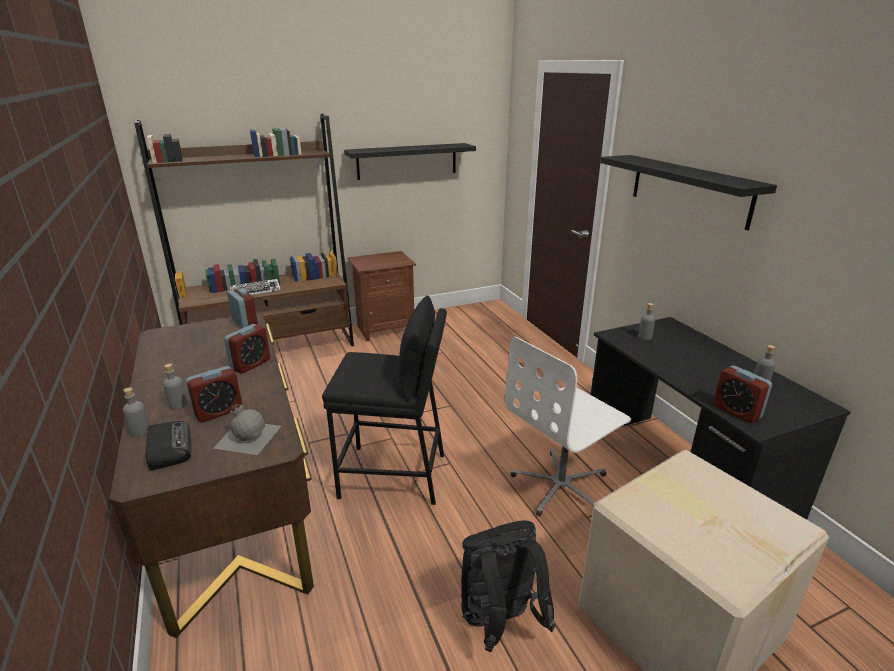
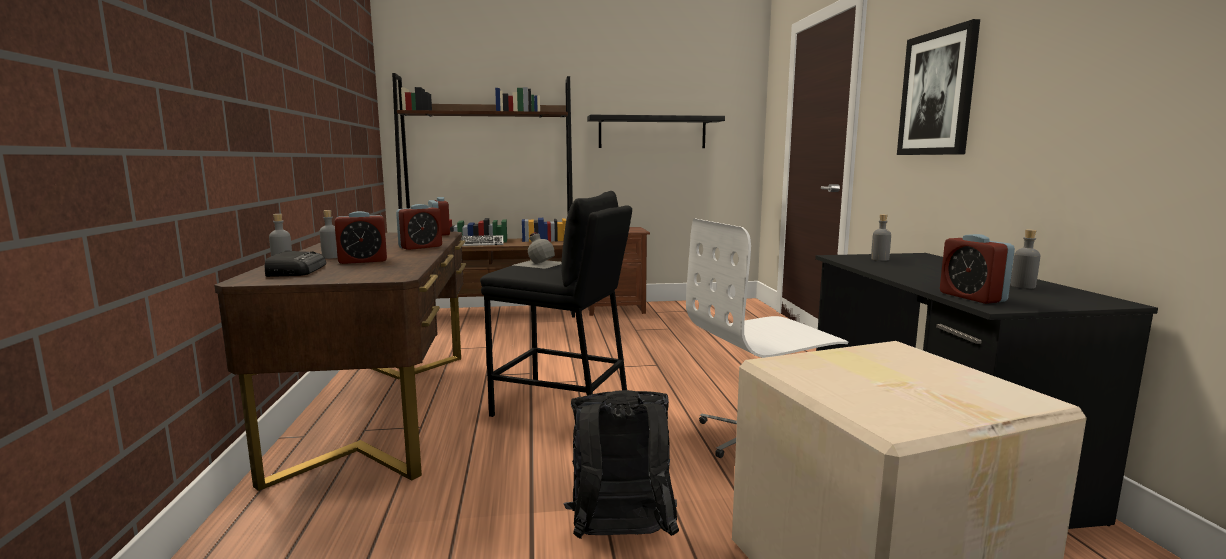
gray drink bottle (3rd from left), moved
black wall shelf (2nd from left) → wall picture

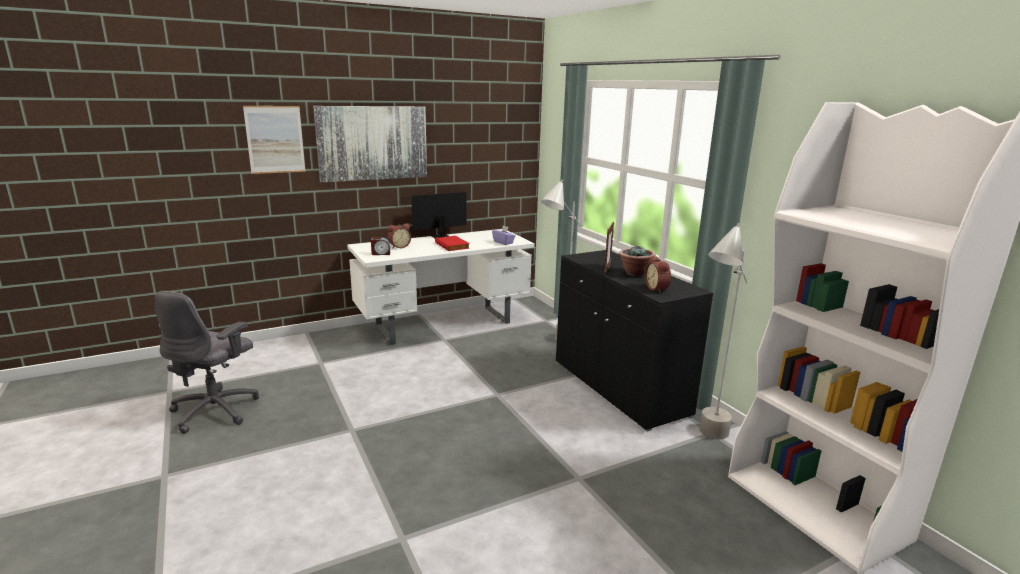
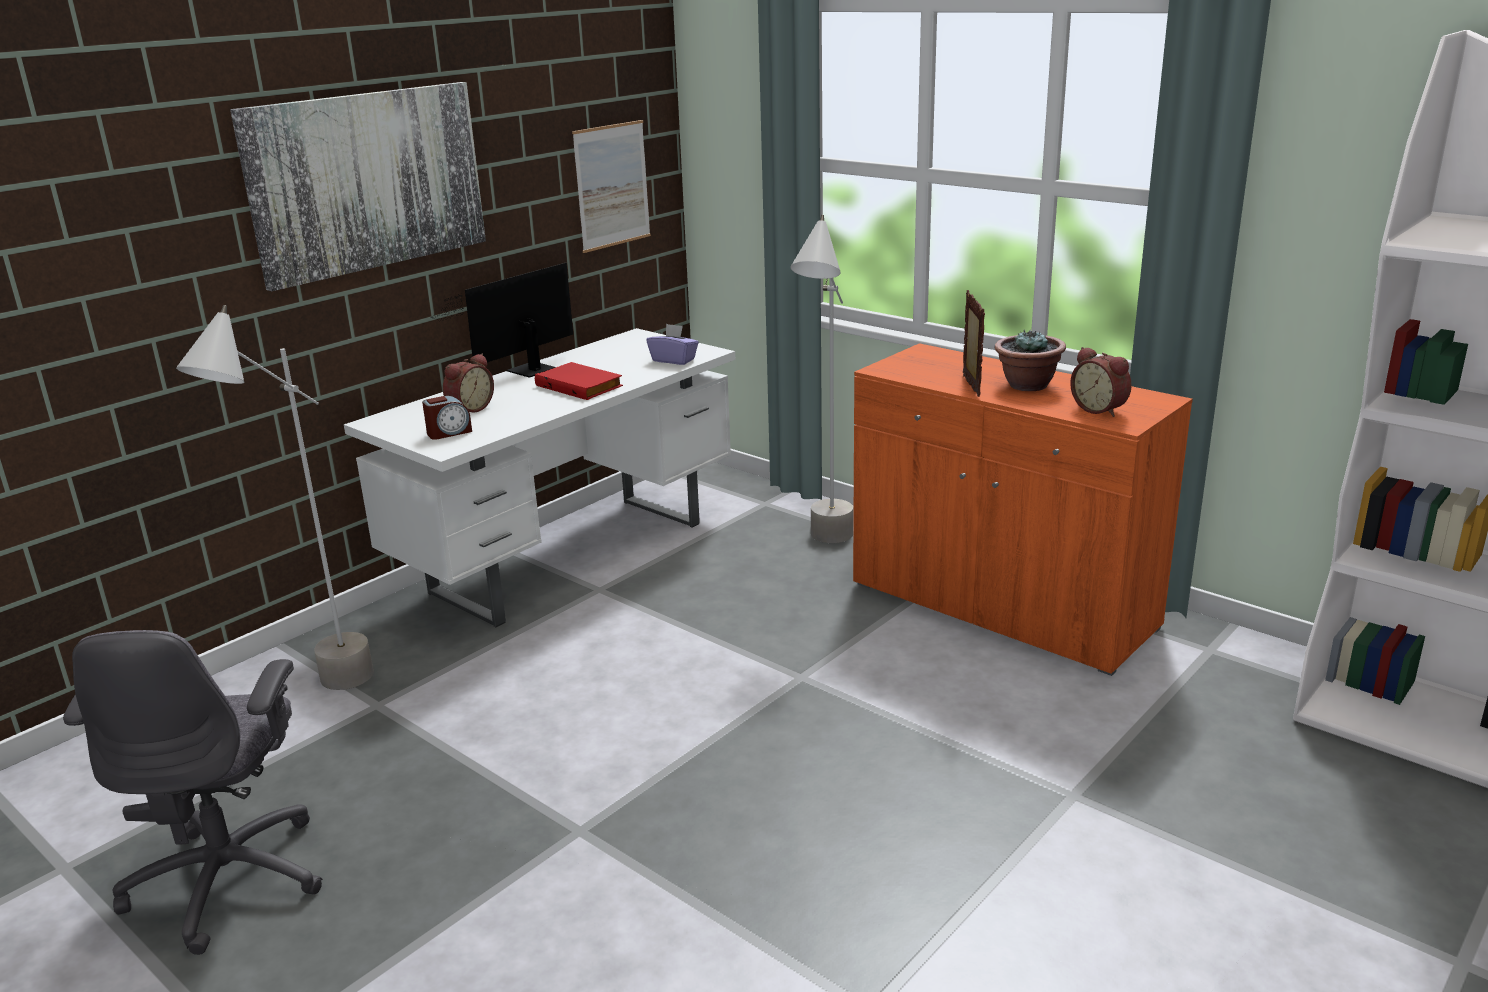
gray standard lamp (2nd from left in the first image) → gray standard lamp (1st from left), moved
wall picture (1st from left in the first image) → wall picture (2nd from left), moved
black cabinet → orangey cabinet

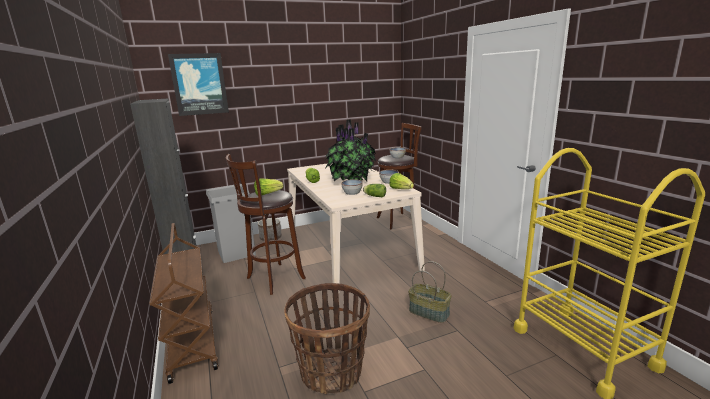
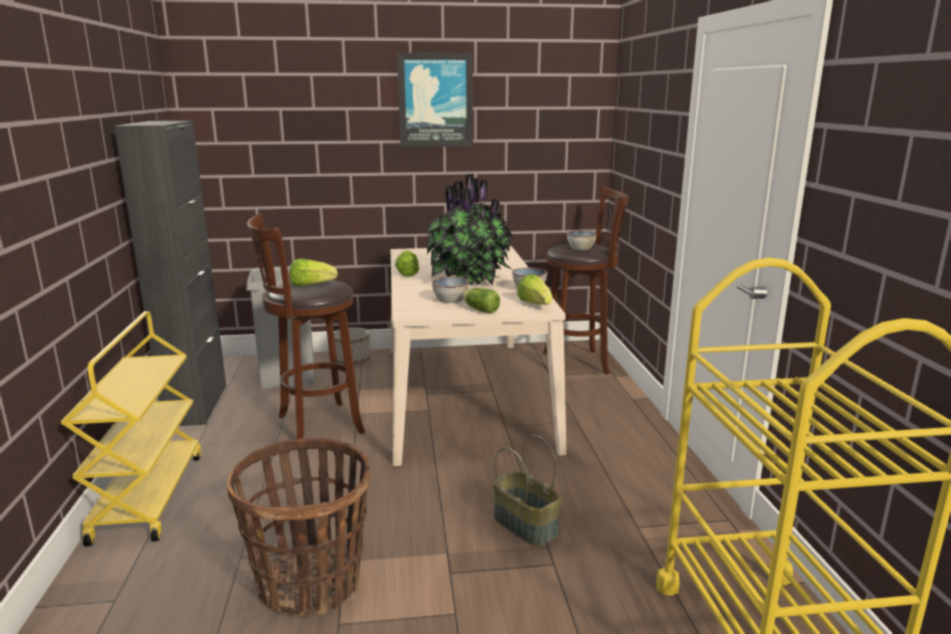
brown cart → yellow-coloured cart (1st from left)
wall picture, moved

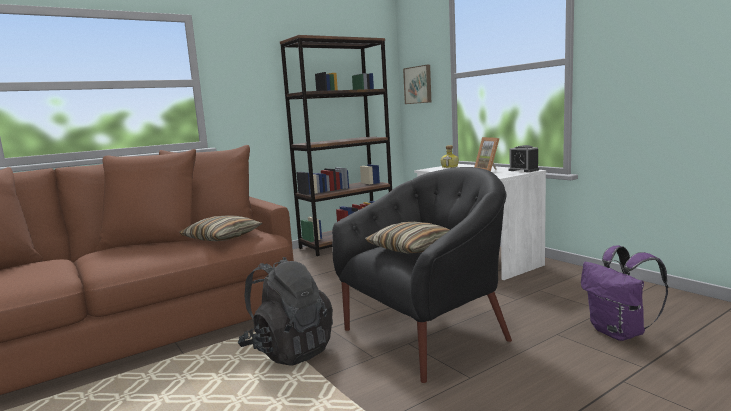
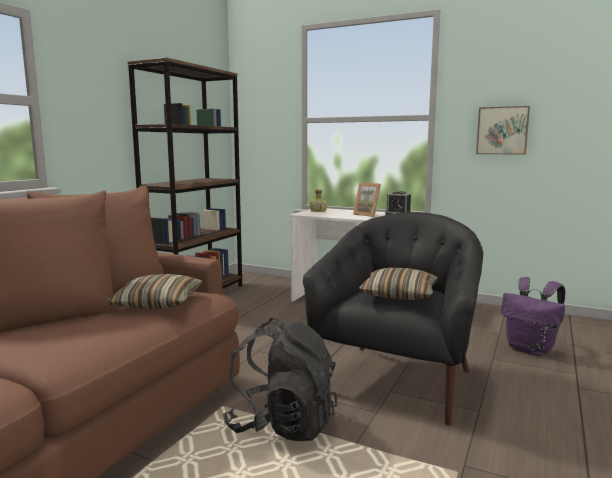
wall picture, moved

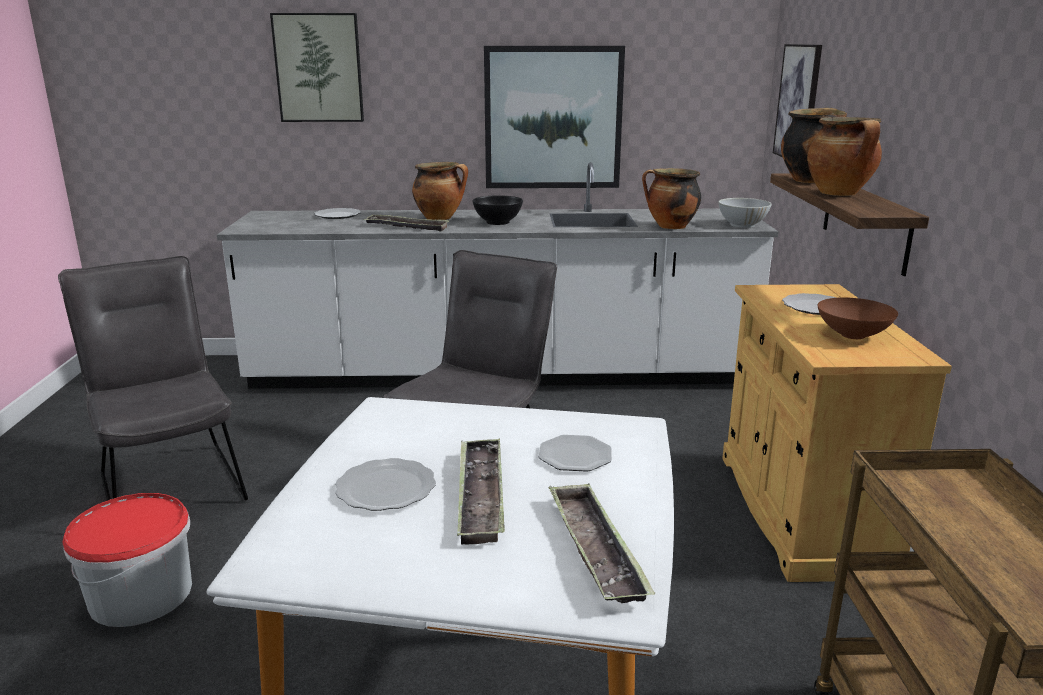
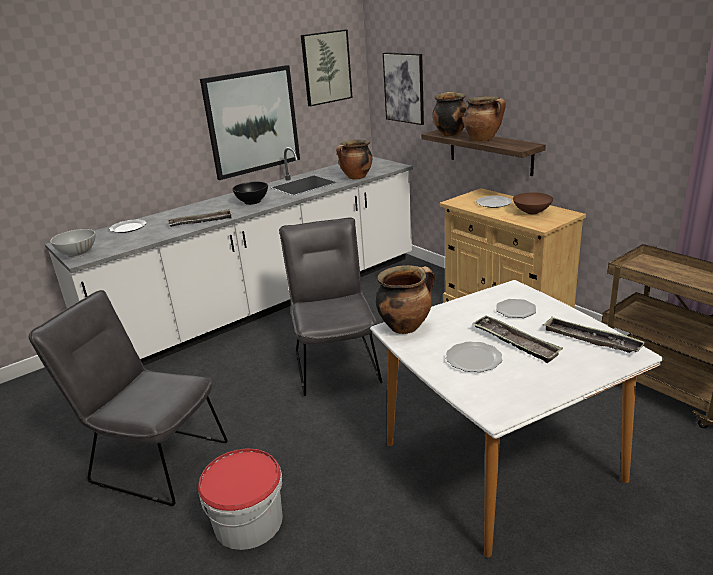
white-coloured serving bowl, moved
wall picture (1st from left in the first image) → wall picture (2nd from left), moved
stockpot (1st from left in the first image) → stockpot (2nd from left), moved

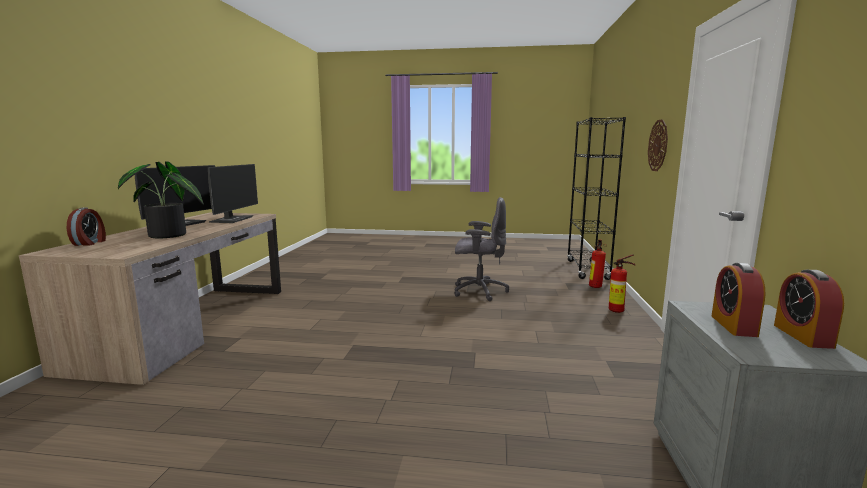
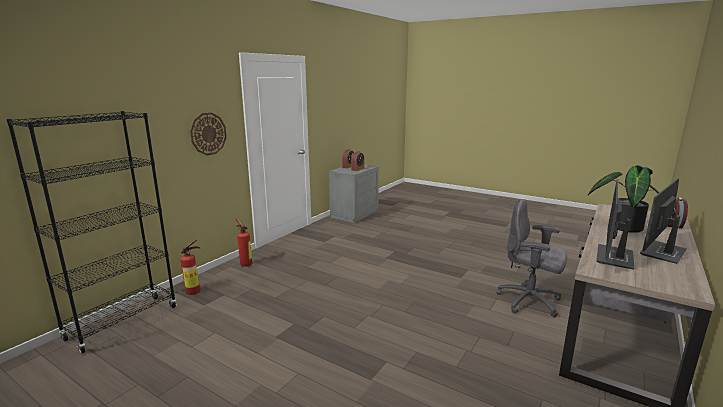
gray office chair, moved

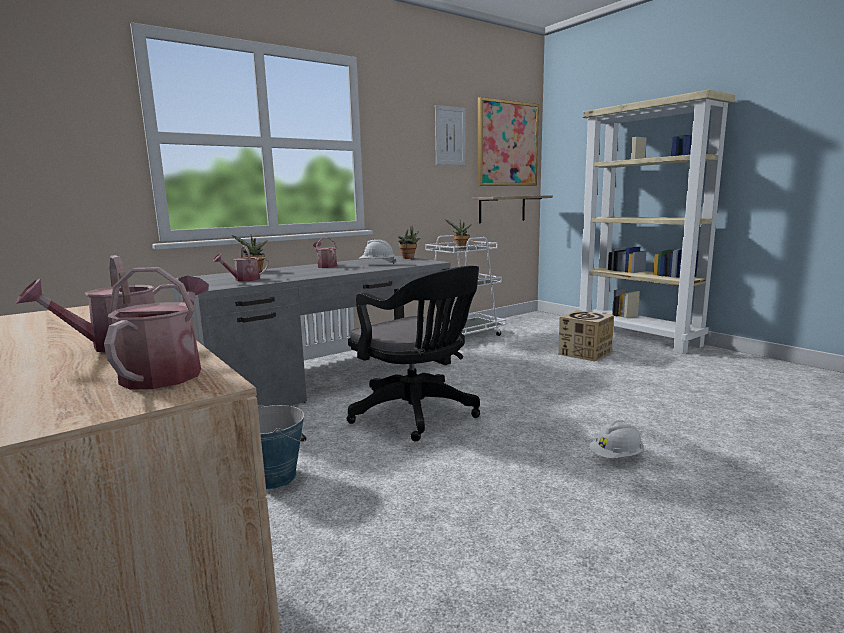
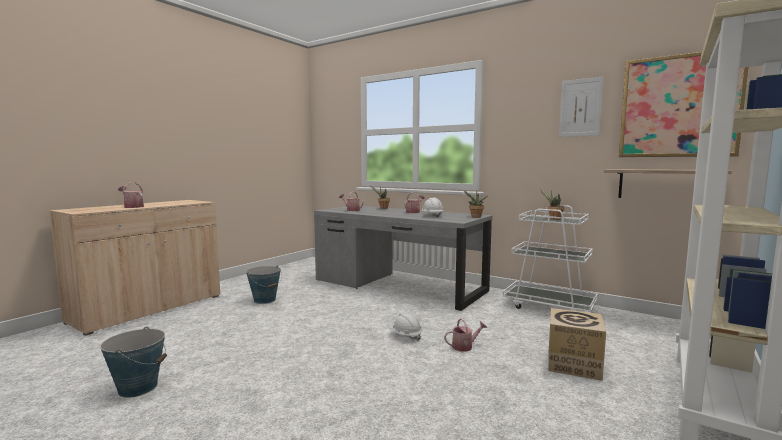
- → water bucket (1st from left)
white-coloured work helmet (2nd from left in the first image) → white-coloured work helmet (1st from left), moved
sprinkling can (2nd from left in the first image) → sprinkling can (4th from left), moved
black office chair → -

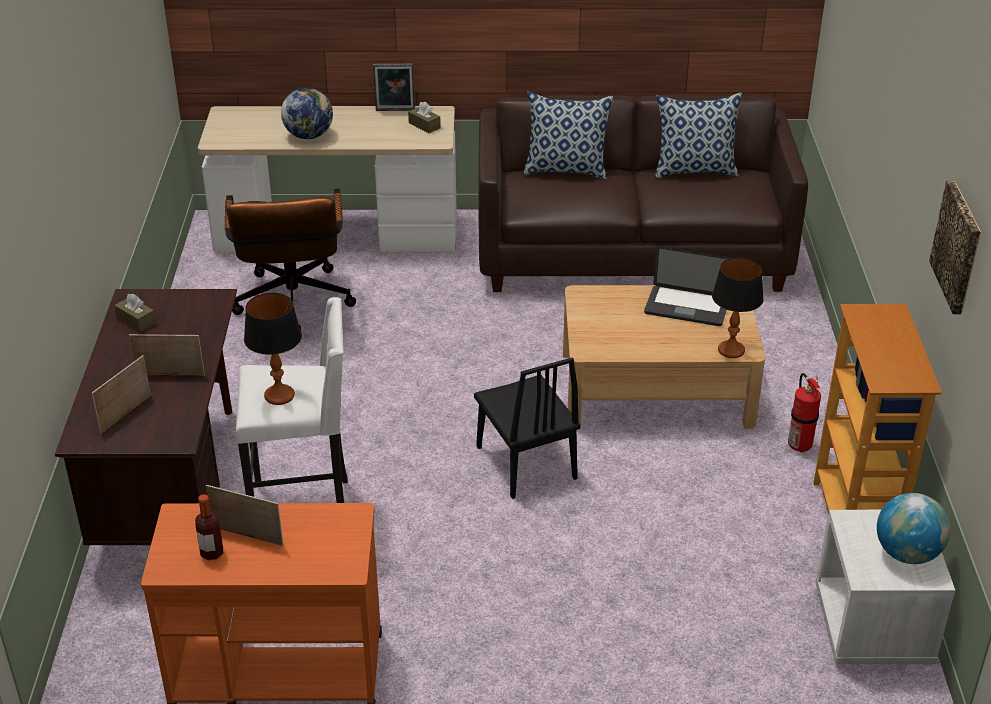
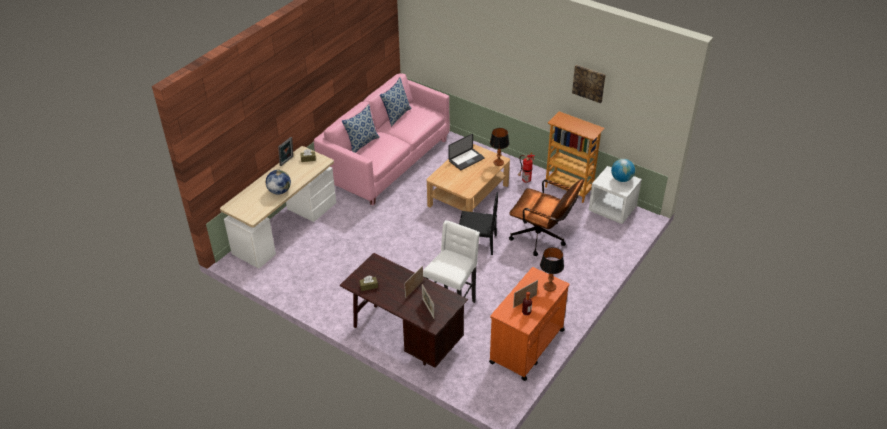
brown settee → pink-coloured settee
brown office chair, moved
table lamp (1st from left in the first image) → table lamp (2nd from left), moved

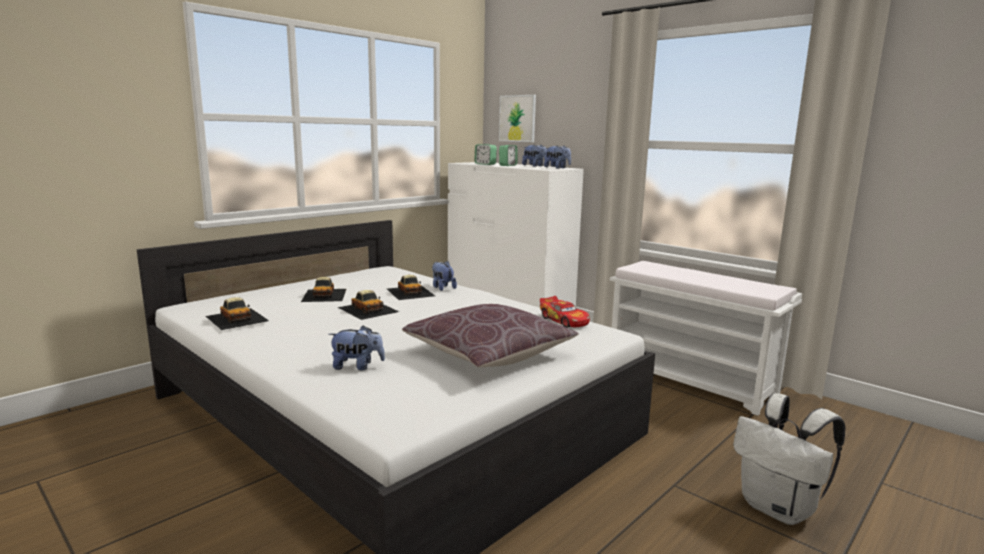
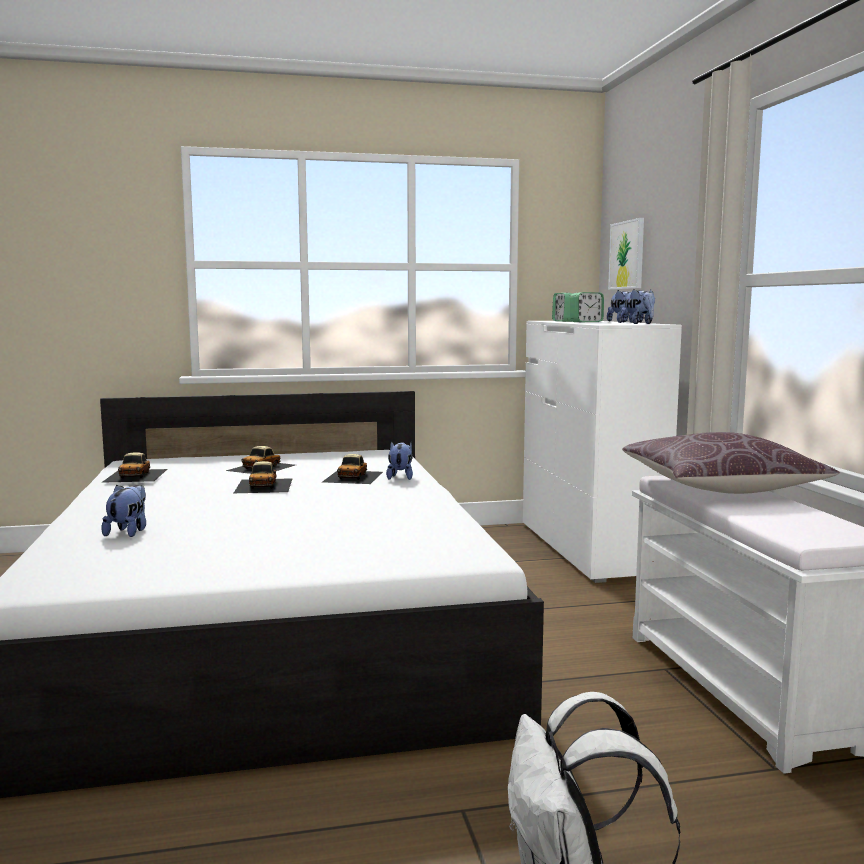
plush toy (1st from left), 120 degrees counterclockwise
brown cushion, moved
miniature car (5th from left) → -

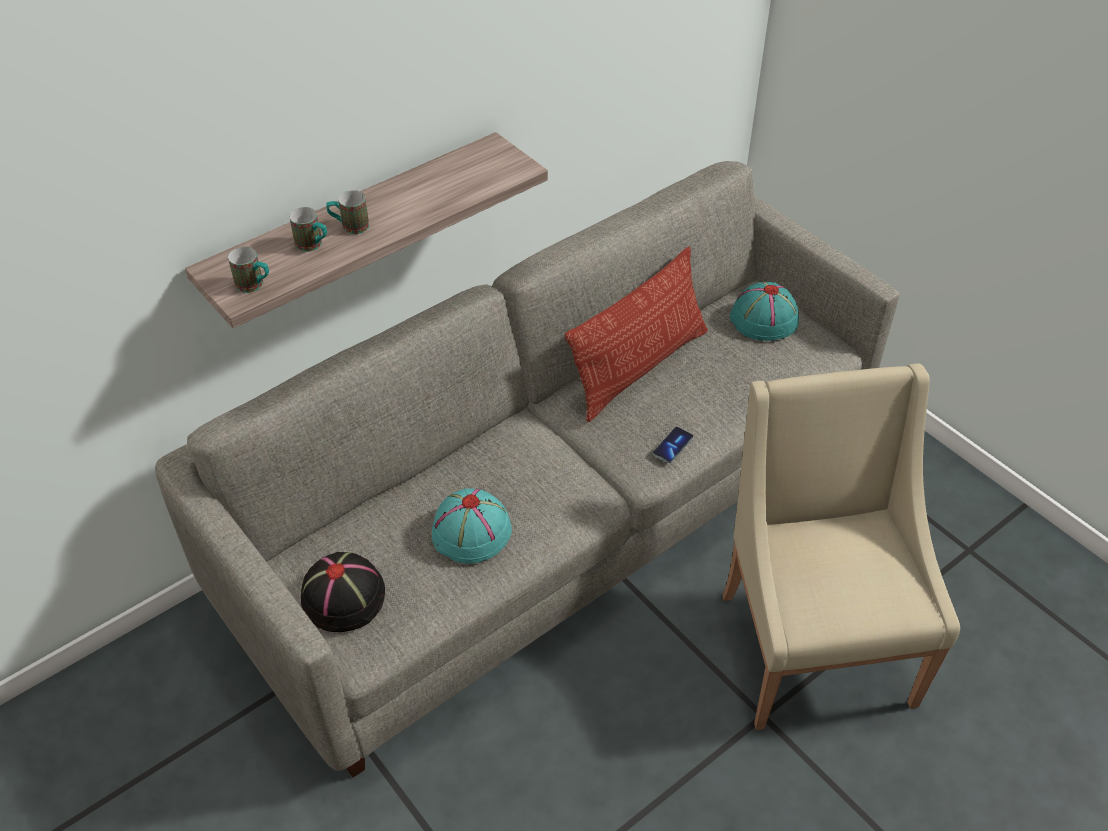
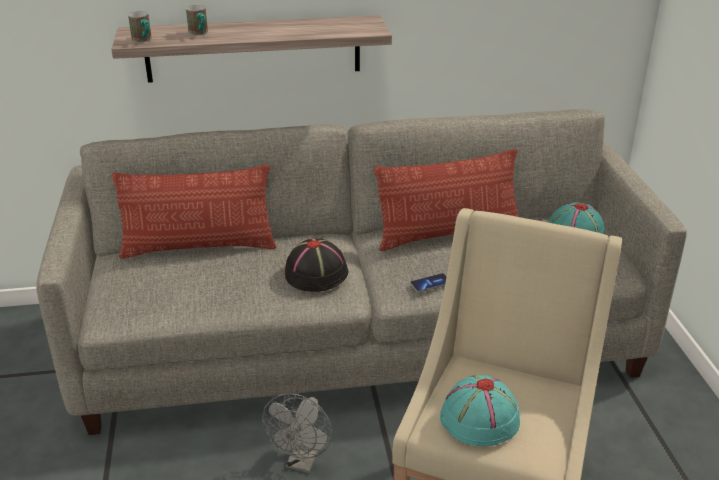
- → cushion (1st from left)
- → gray electric fan
black clothing hat, moved
blue-green clothing hat (1st from left), moved
coffee mug (3rd from left) → -

